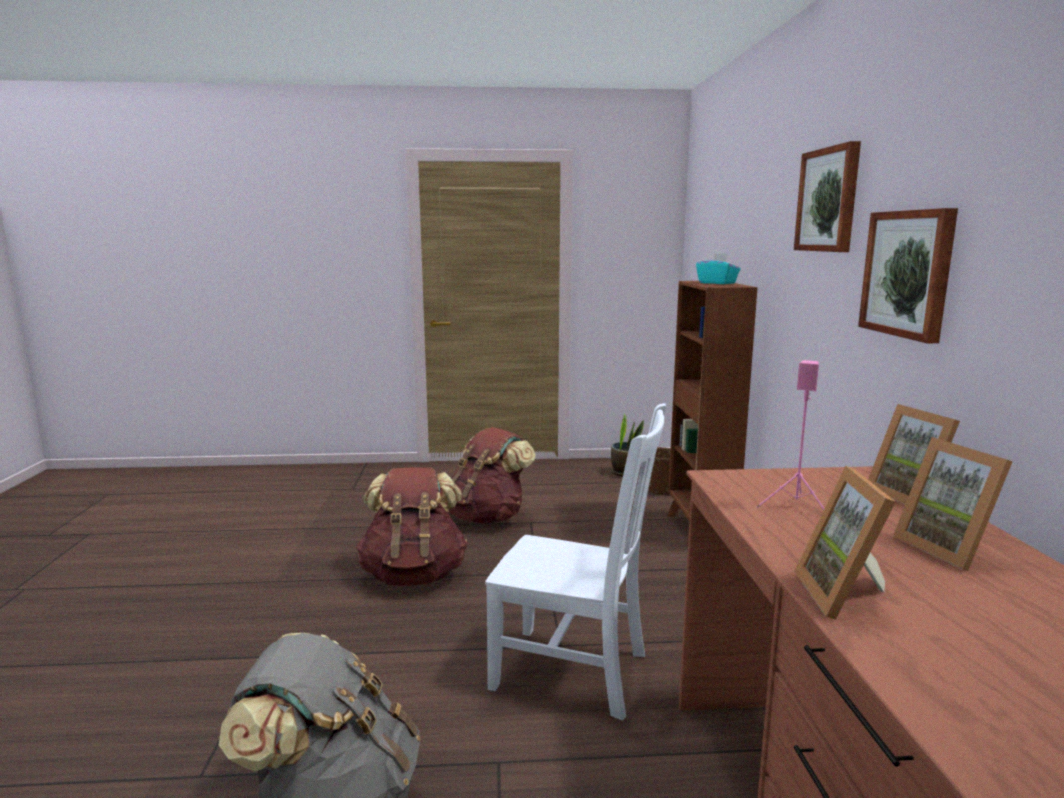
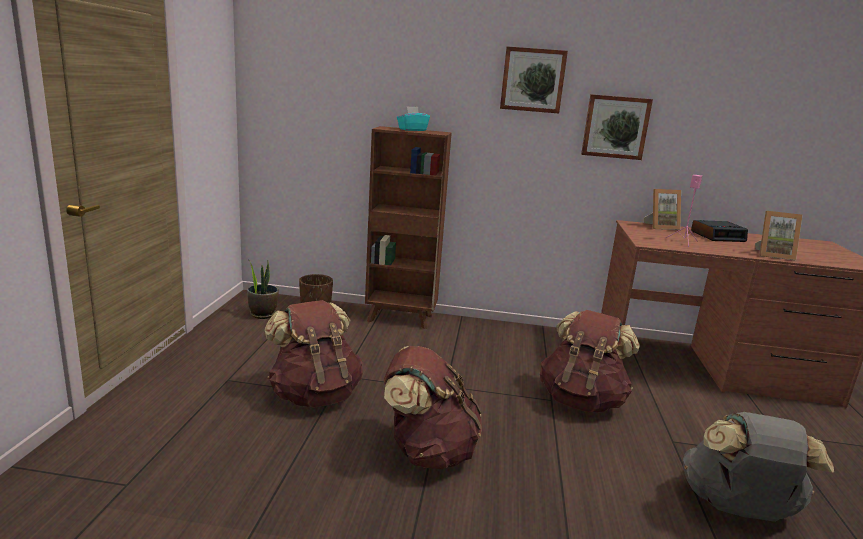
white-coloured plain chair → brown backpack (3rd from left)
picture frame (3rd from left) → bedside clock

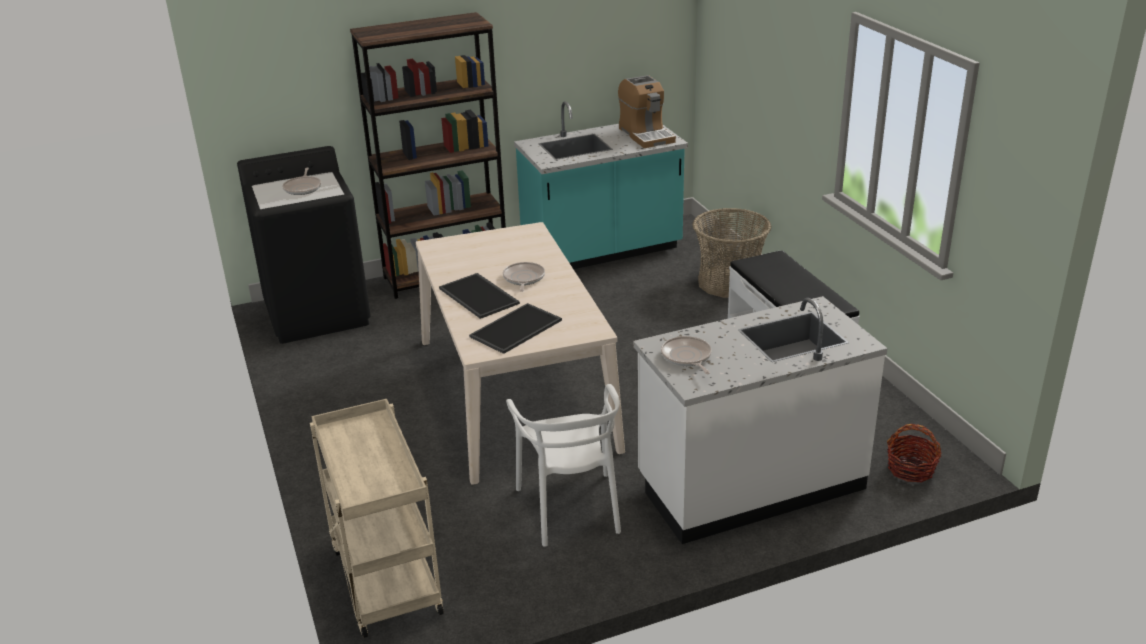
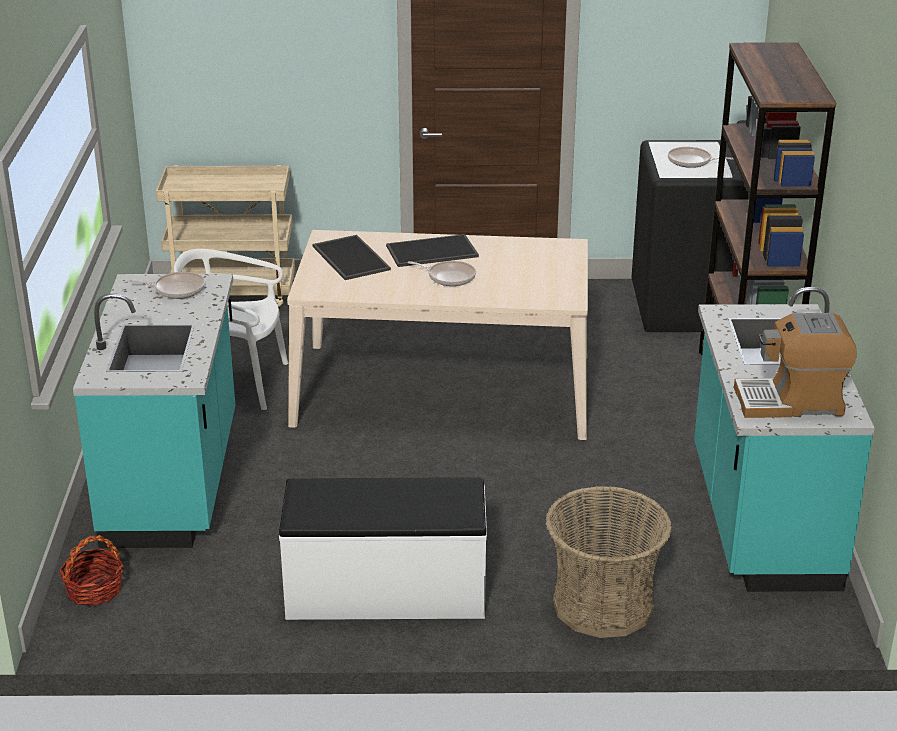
white-coloured kitchen counter → blue-green kitchen counter (1st from left)

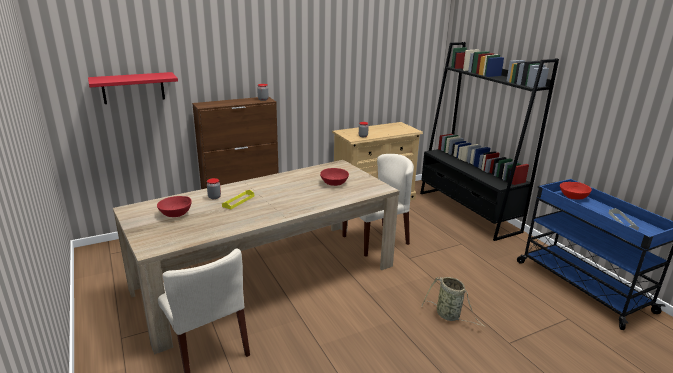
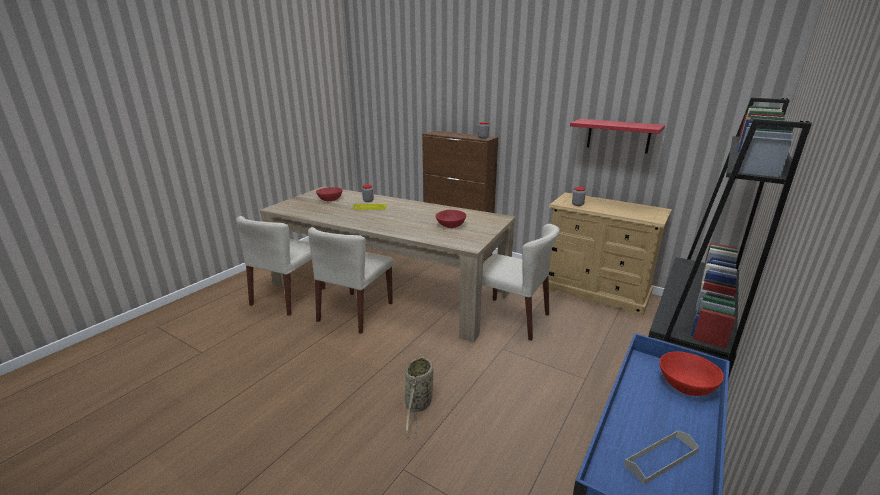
- → beige plain chair (2nd from left)
reddish wall shelf, moved

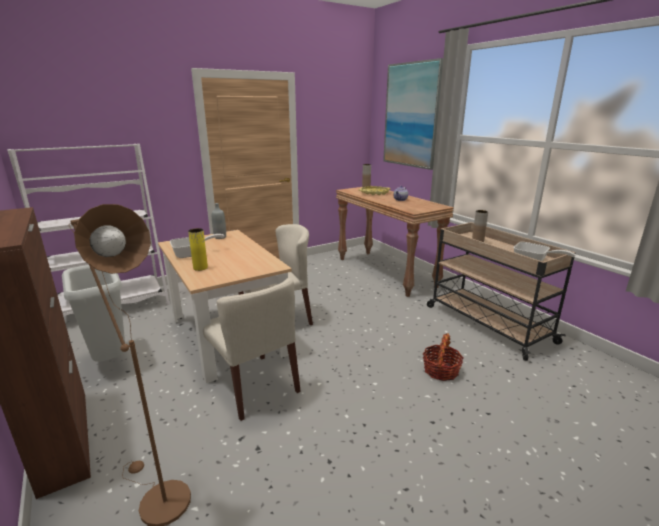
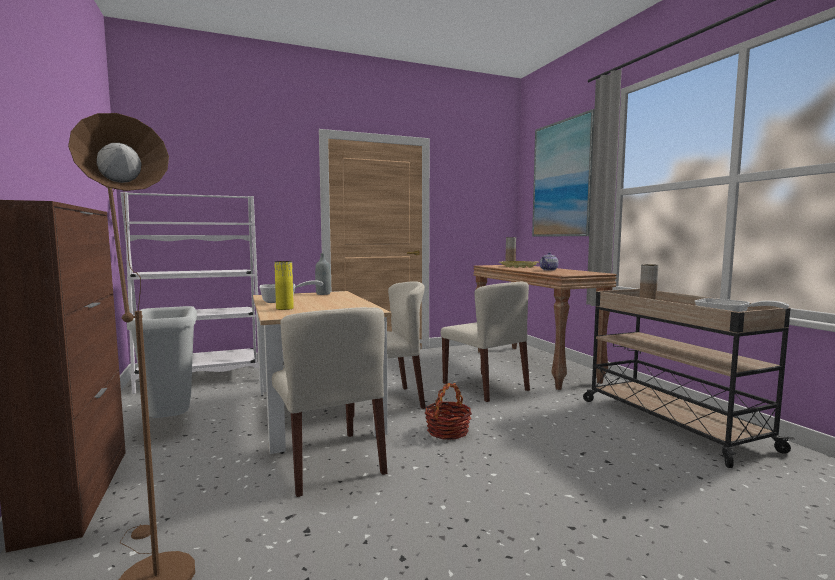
basket, moved
- → beige plain chair (3rd from left)

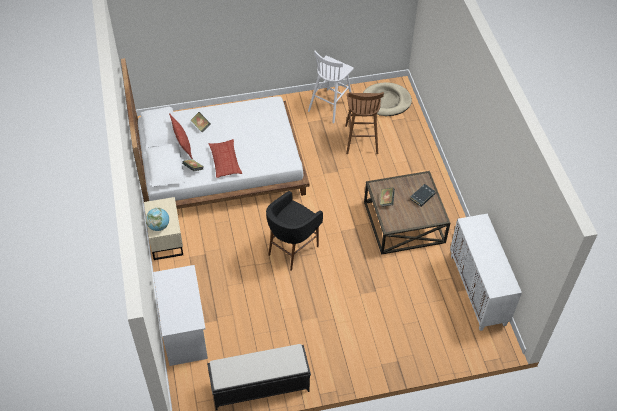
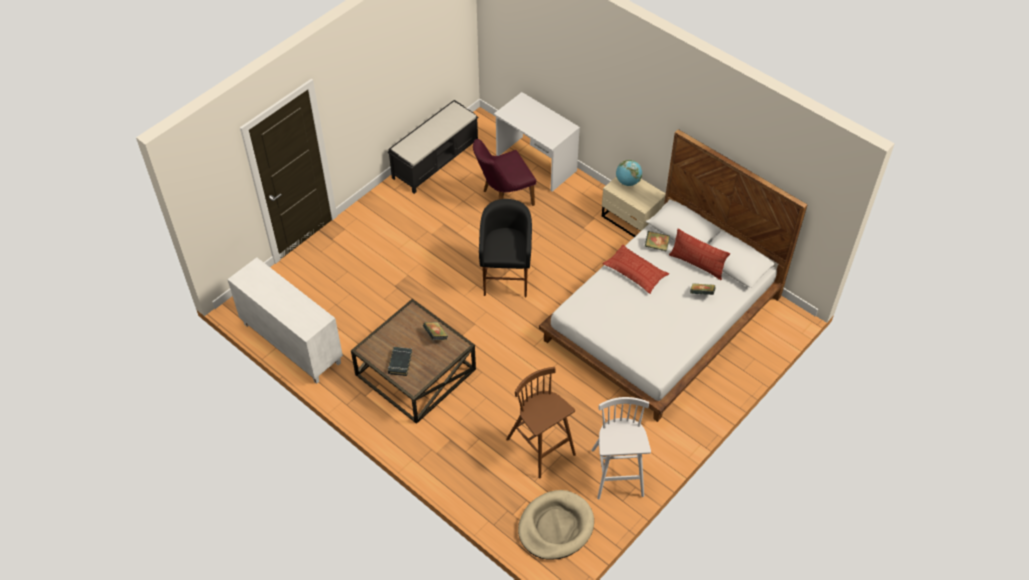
- → purple-coloured plain chair

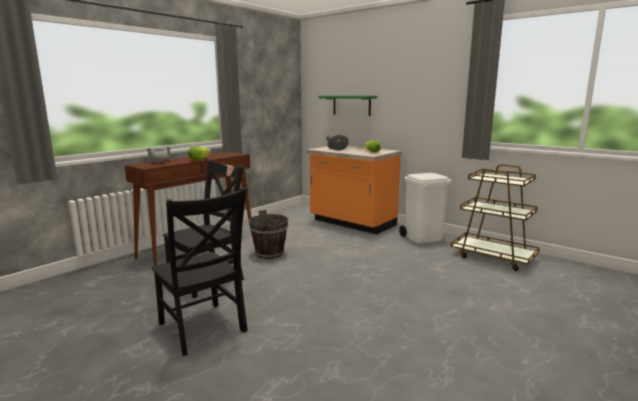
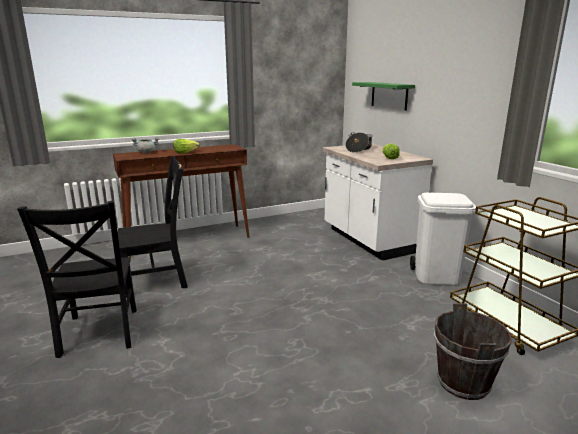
orangey kitchen counter → white-coloured kitchen counter
brown water bucket, moved

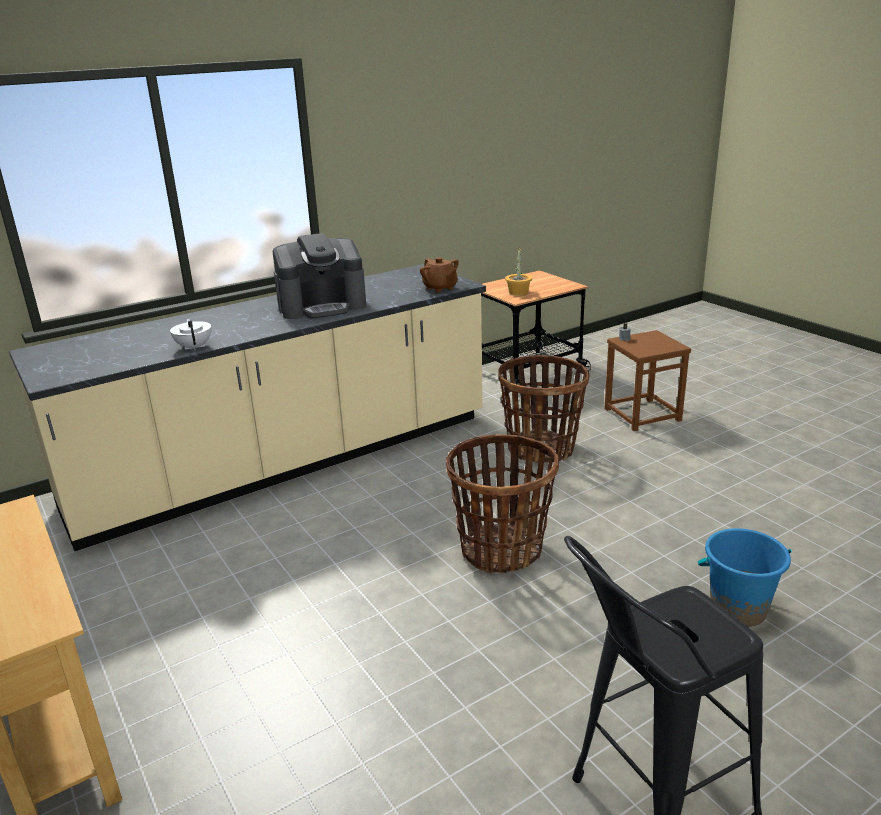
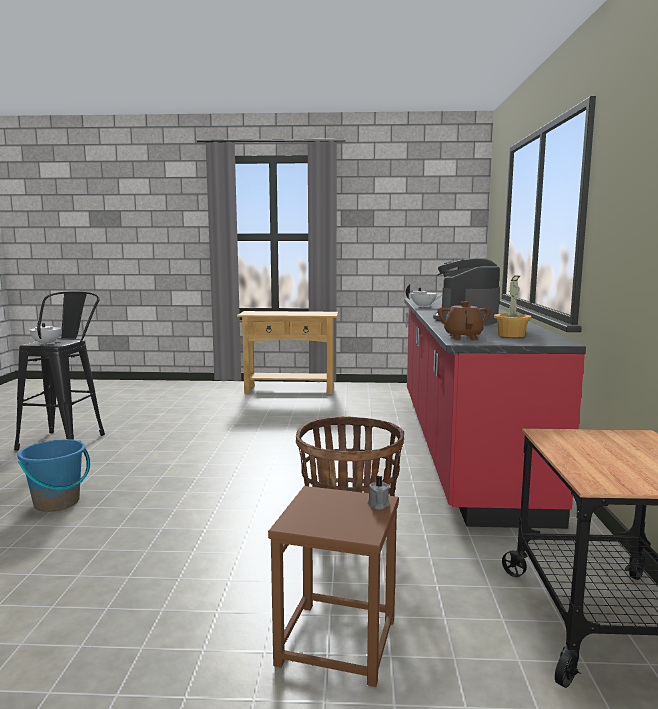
- → white-coloured teapot (1st from left)
beige kitchen counter → reddish kitchen counter
brown teapot, 90 degrees clockwise
potted plant, moved
basket (1st from left) → -

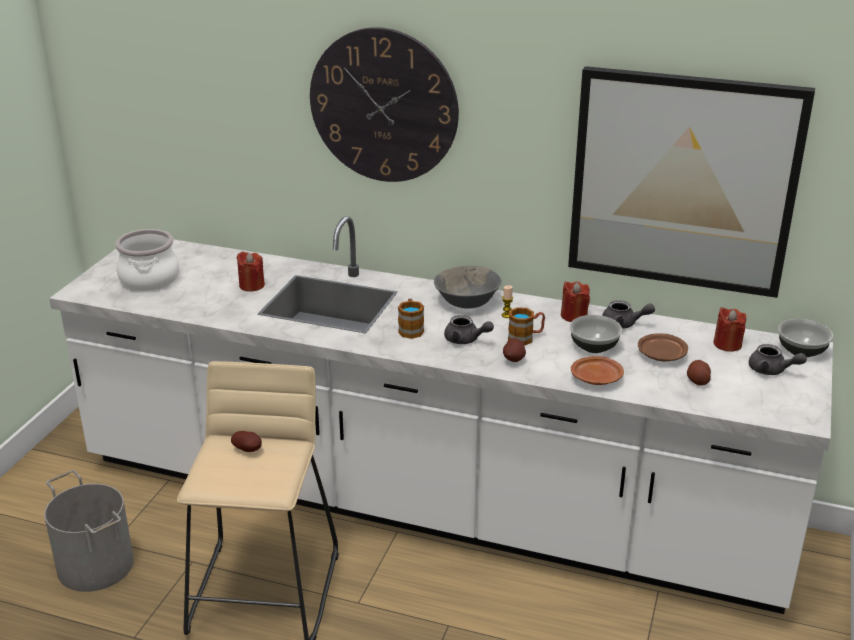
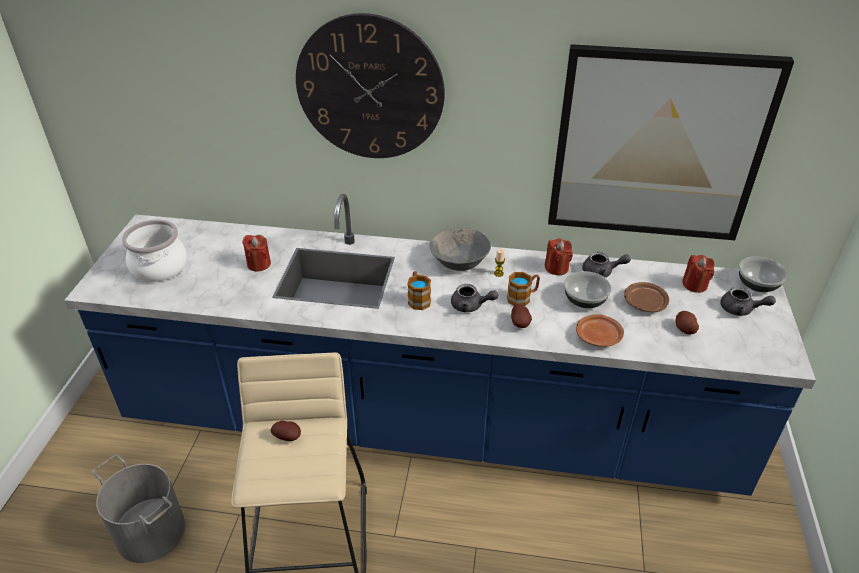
white-coloured kitchen counter → blue-coloured kitchen counter

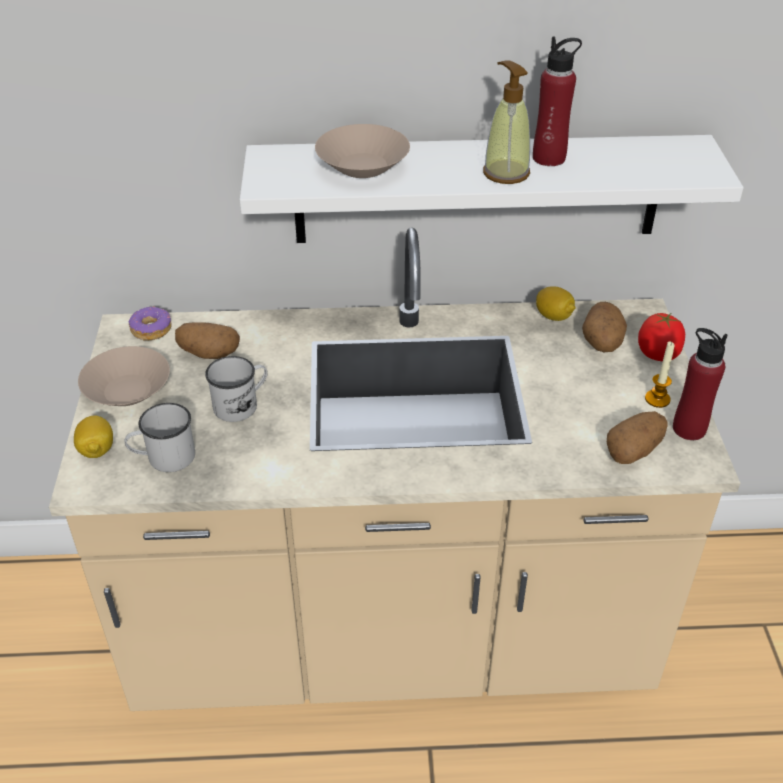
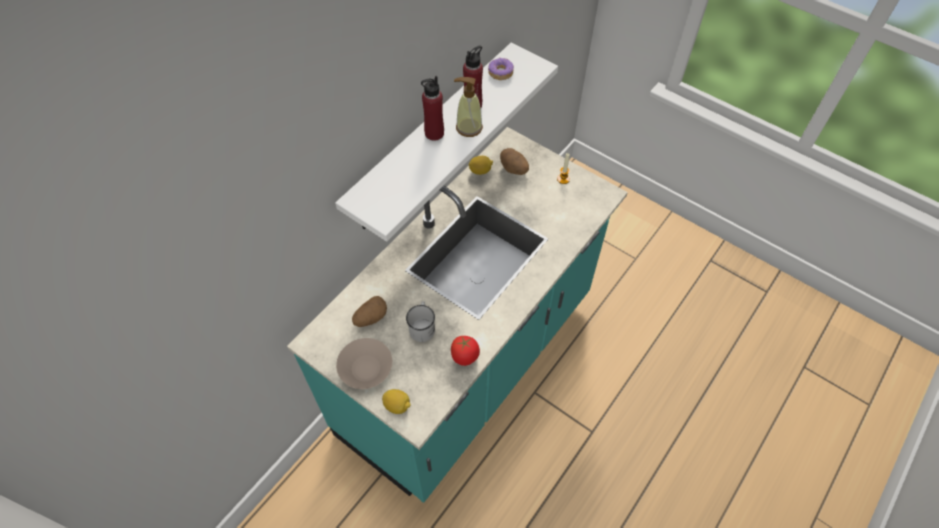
beige kitchen counter → blue-green kitchen counter
reddish drink bottle (2nd from left in the first image) → reddish drink bottle (1st from left), moved
tomato, moved
donut, moved
white-coloured coffee mug (1st from left) → -
beige serving bowl (2nd from left) → -
spud (3rd from left) → -

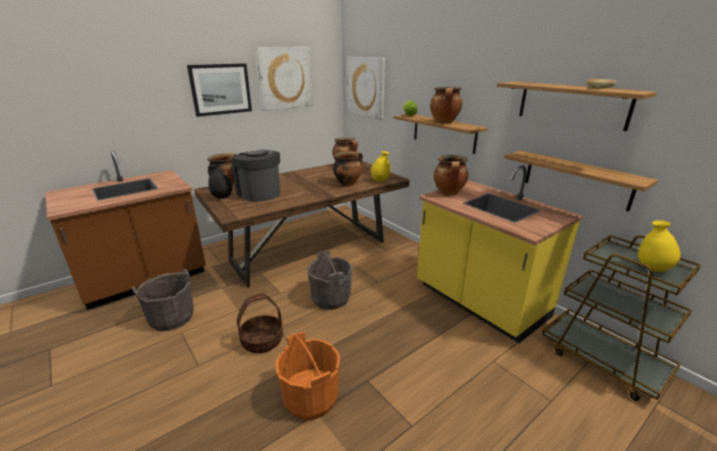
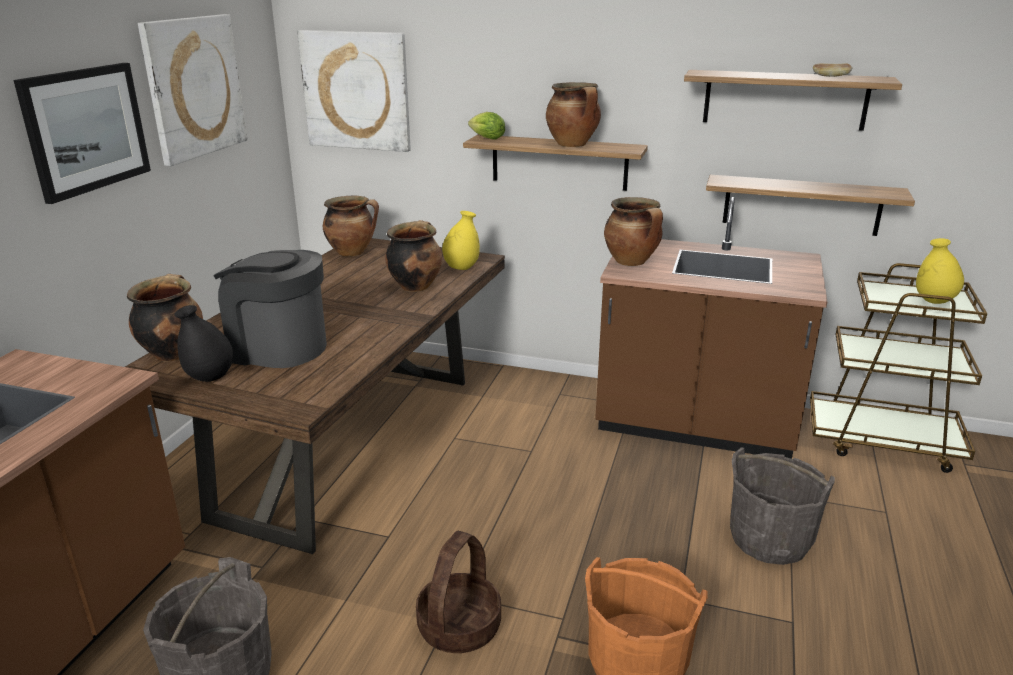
yellow-coloured kitchen counter → brown kitchen counter (2nd from left)
gray water bucket (2nd from left), moved

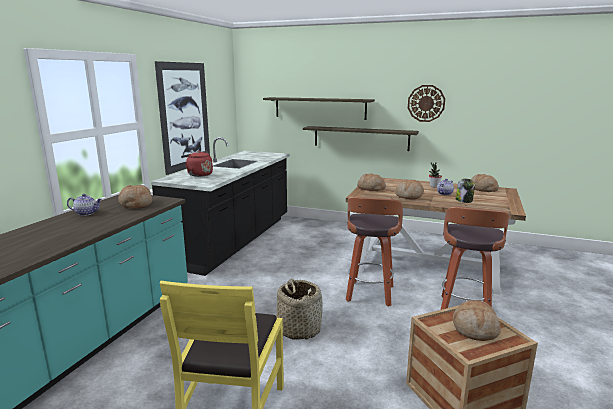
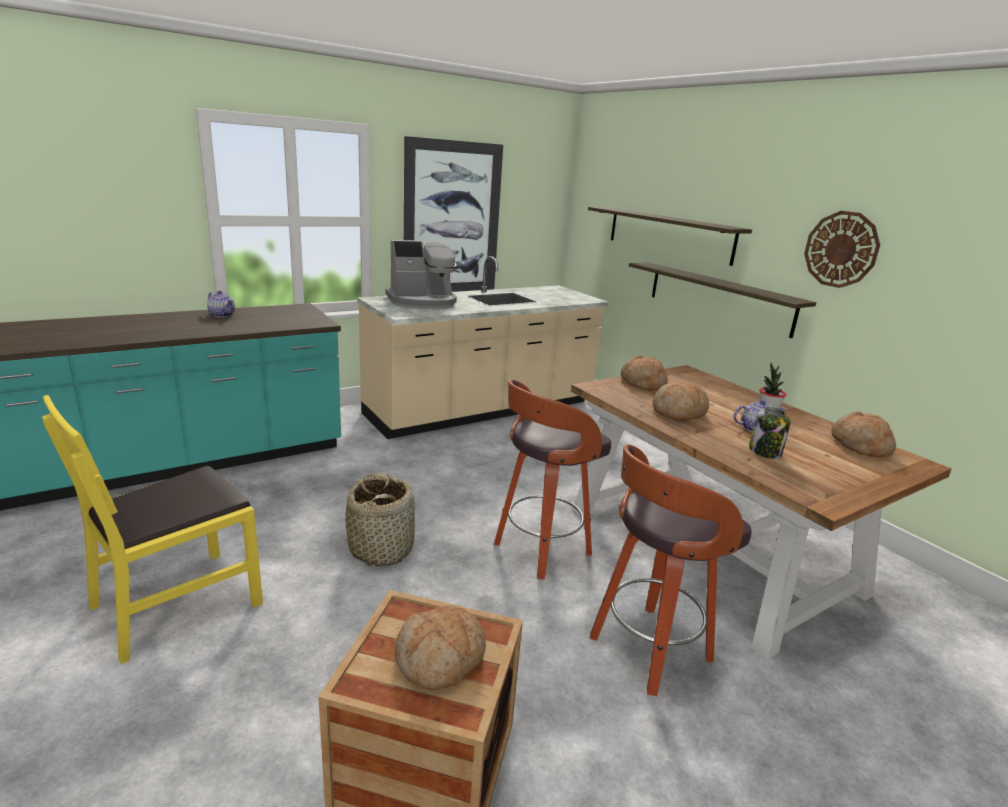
black kitchen counter → beige kitchen counter
reddish tea kettle → coffee machine
bread (1st from left) → -

